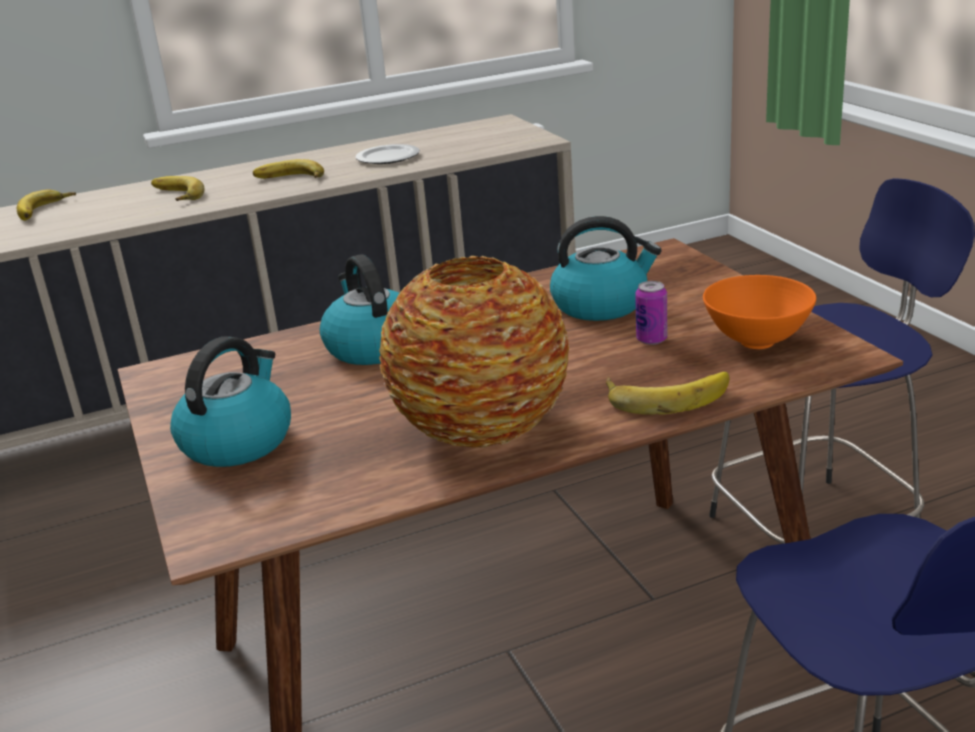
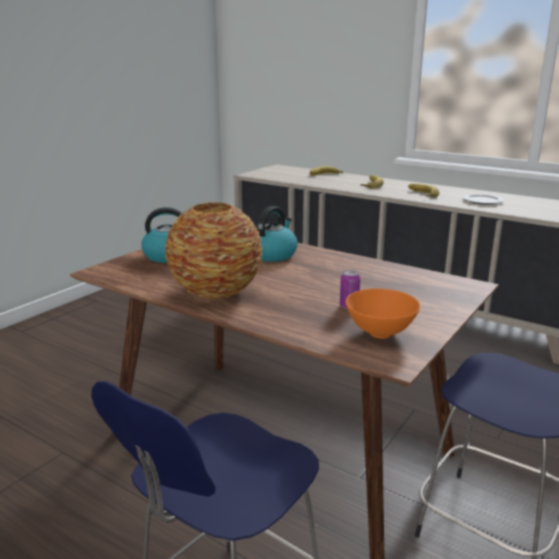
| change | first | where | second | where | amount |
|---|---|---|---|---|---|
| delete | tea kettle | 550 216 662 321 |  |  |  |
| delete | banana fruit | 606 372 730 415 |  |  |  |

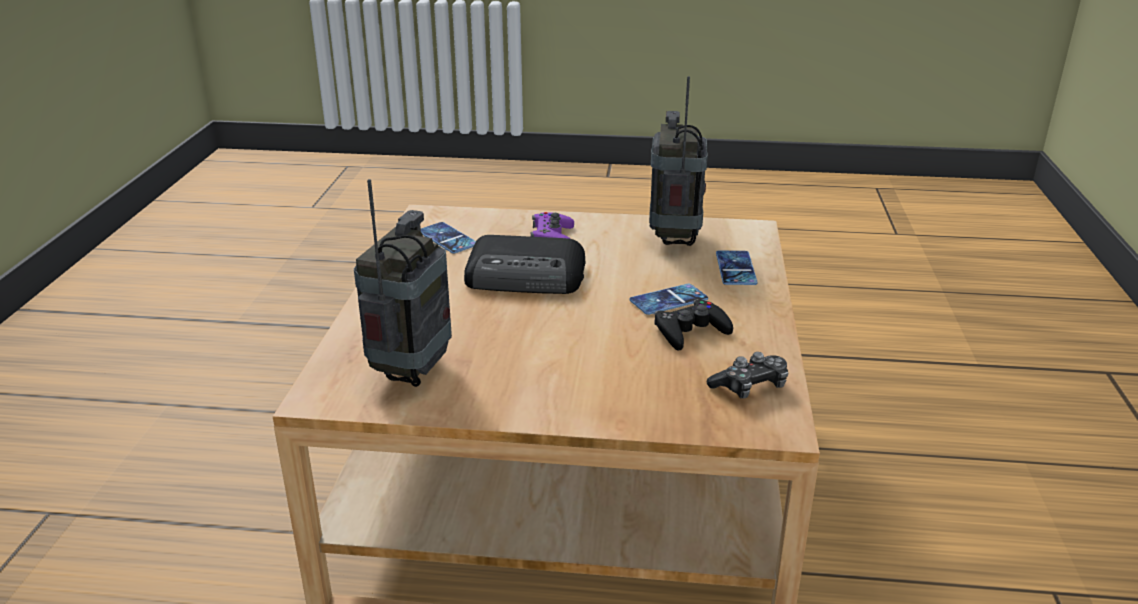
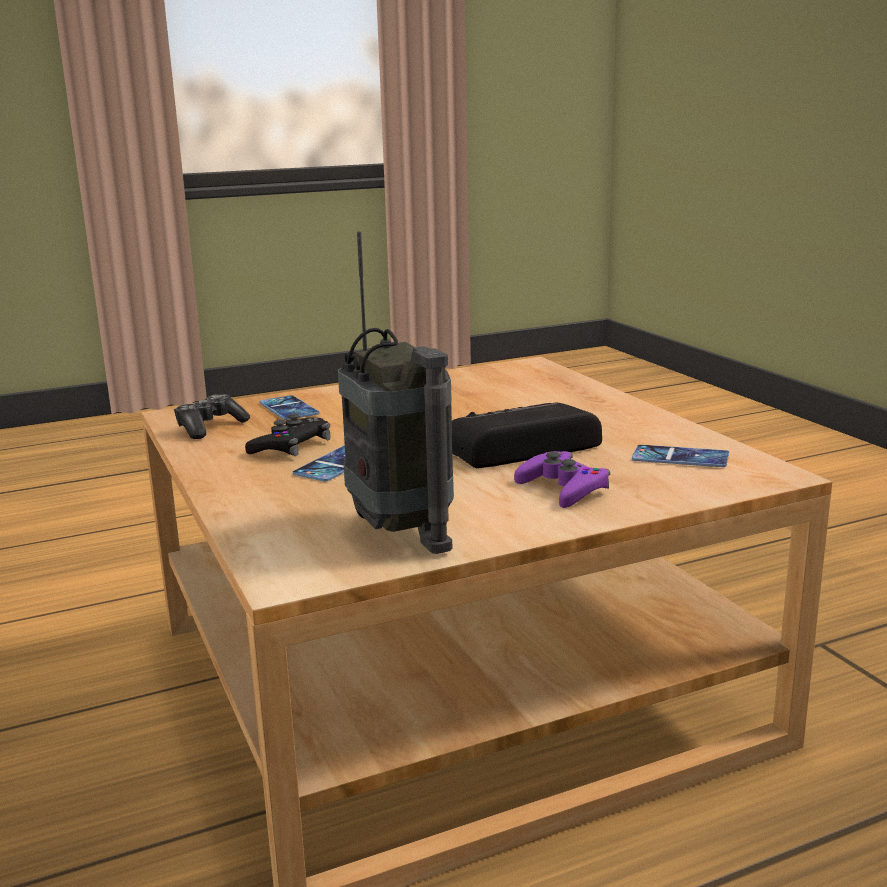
| change | first | where | second | where | amount |
|---|---|---|---|---|---|
| move | phone | 716 251 757 285 |  | 259 395 319 420 |  |
| delete | radio | 354 179 452 387 |  |  |  |

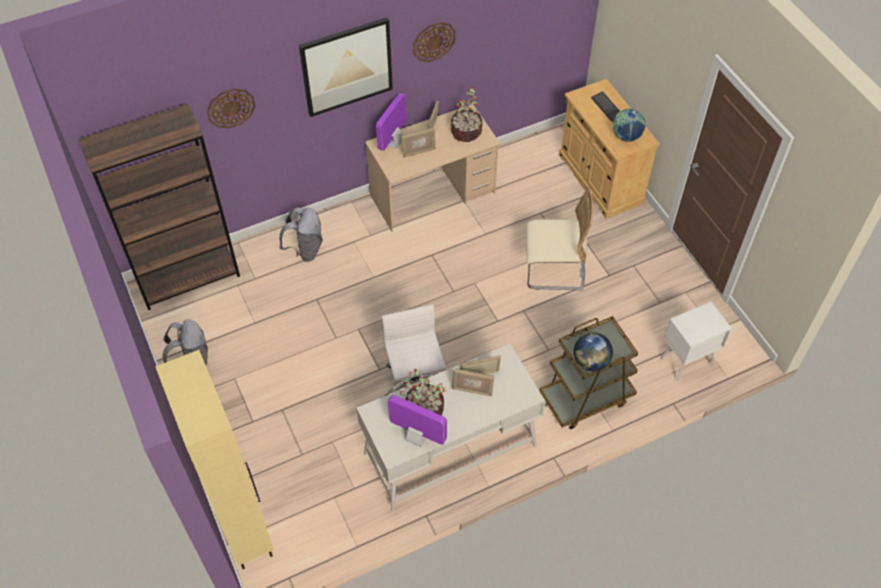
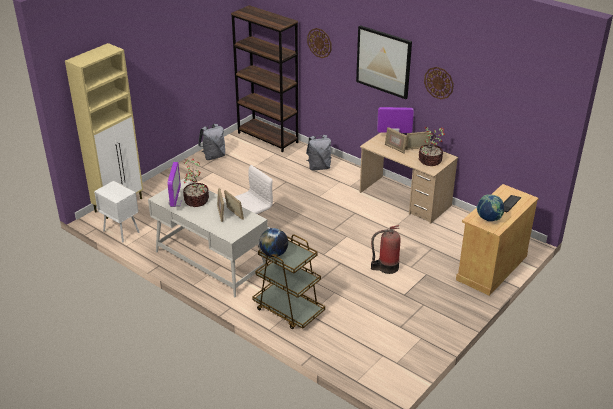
| change | first | where | second | where | amount |
|---|---|---|---|---|---|
| move | night table (white-coloured) | 661 301 732 382 |  | 94 181 139 243 |  |
| replace | plain chair (sand-coloured) | 526 186 594 290 | extinguisher | 371 225 400 274 |  |

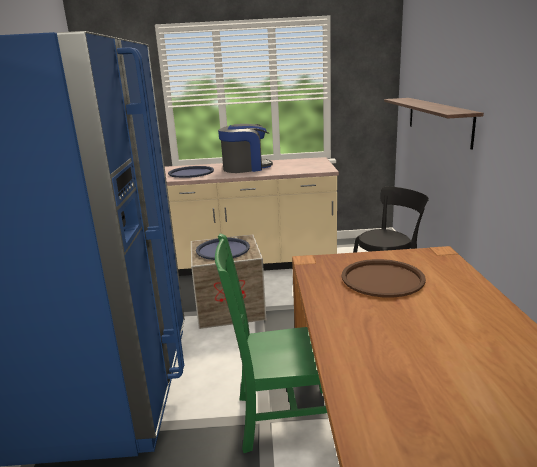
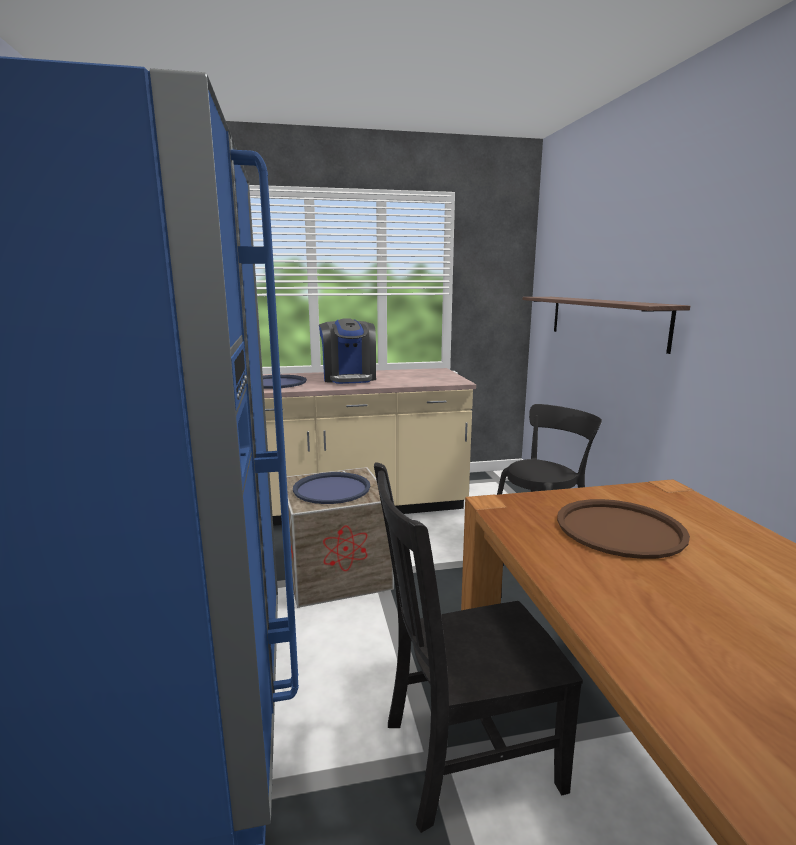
| change | first | where | second | where | amount |
|---|---|---|---|---|---|
| rotate | coffee maker | 218 124 273 173 |  | 319 318 376 384 | 105 degrees clockwise |
| recolor | plain chair (green) | 215 234 327 453 | plain chair (blackish) | 374 462 583 833 |  |

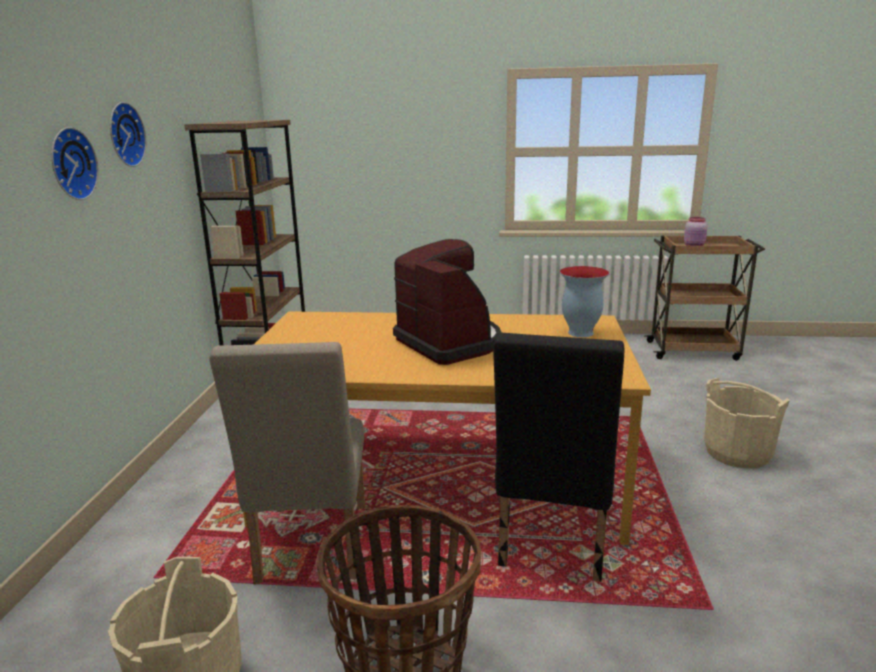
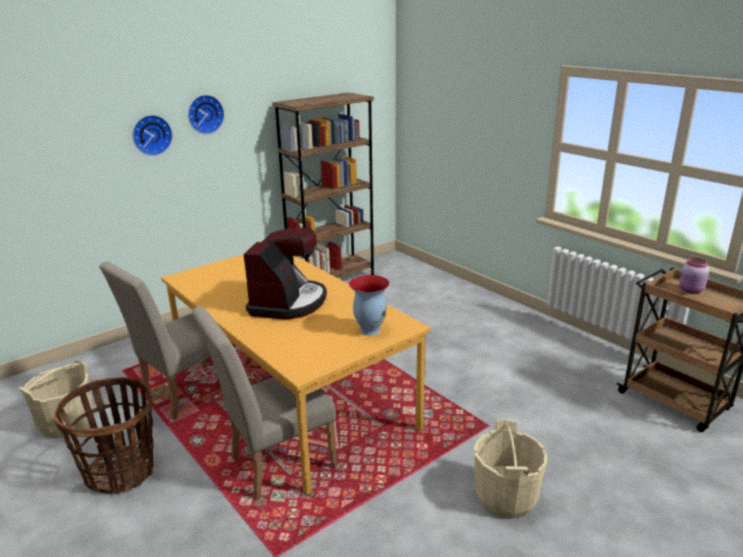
| change | first | where | second | where | amount |
|---|---|---|---|---|---|
| recolor | plain chair (blackish) | 493 333 625 582 | plain chair (sand-coloured) | 192 306 338 501 |  |

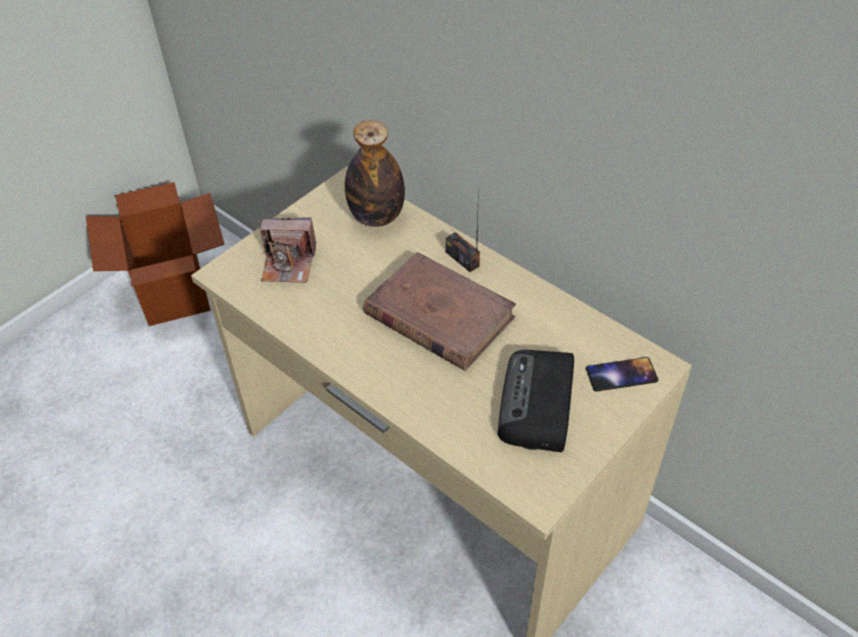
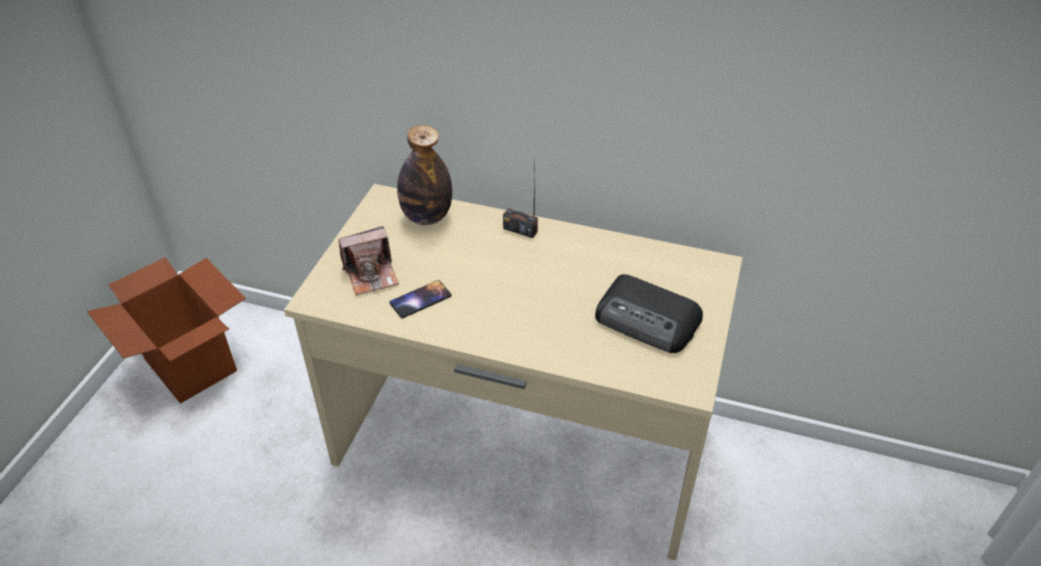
| change | first | where | second | where | amount |
|---|---|---|---|---|---|
| move | phone | 586 357 658 392 |  | 389 280 452 318 |  |
| rotate | radio | 498 350 574 452 |  | 595 274 703 353 | 45 degrees counterclockwise |
| delete | book (brownish) | 363 252 516 371 |  |  |  |

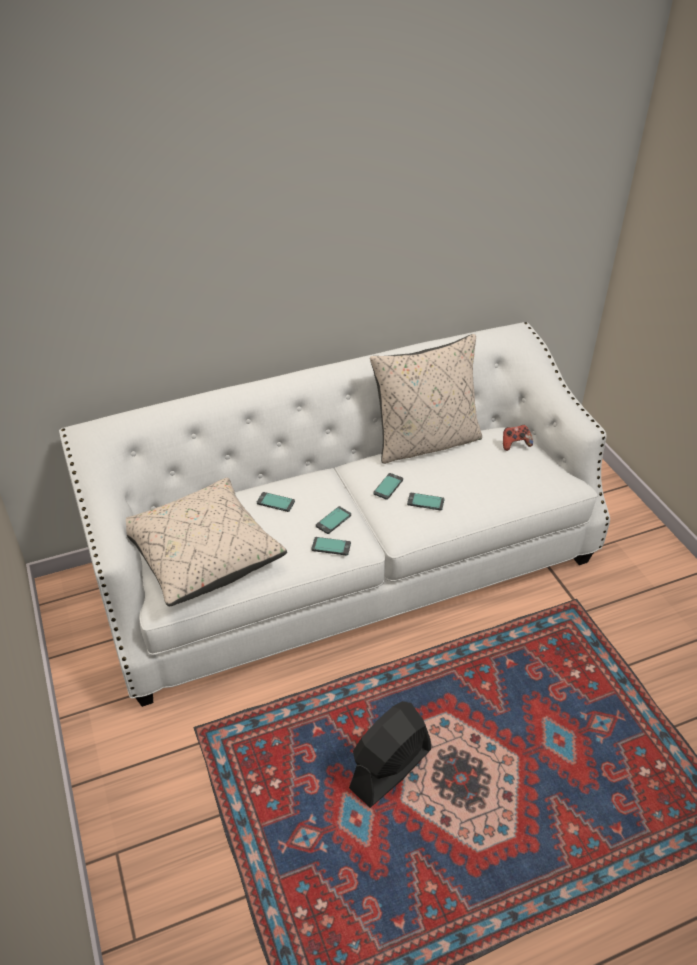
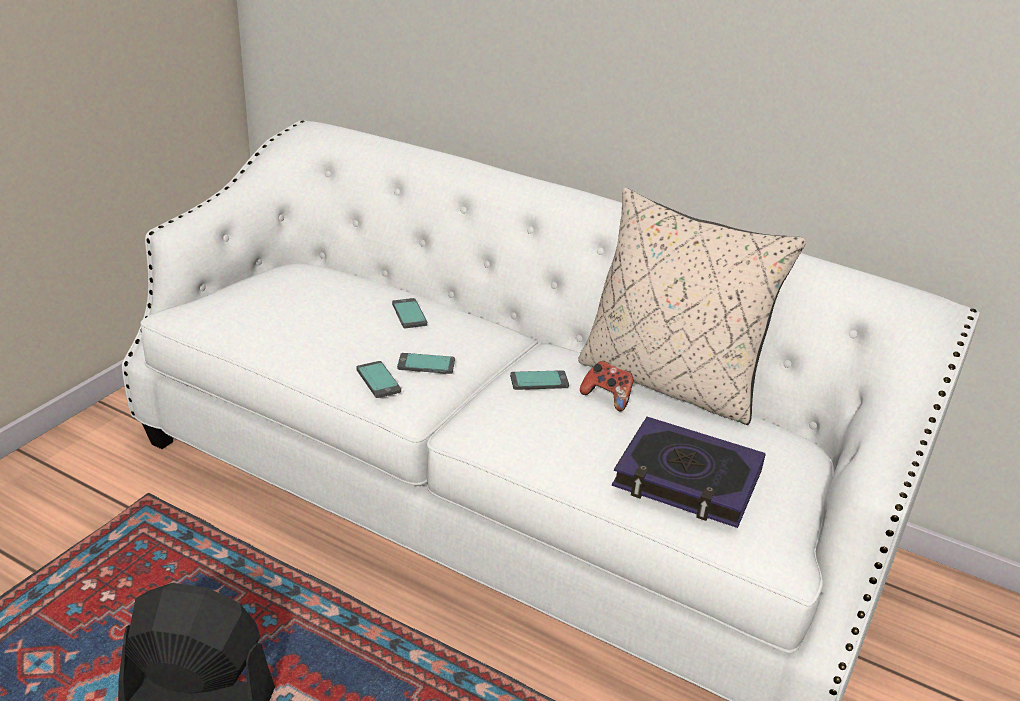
| change | first | where | second | where | amount |
|---|---|---|---|---|---|
| move | gamepad | 503 425 533 451 |  | 580 361 634 411 |  |
| insert |  |  | book | 612 417 766 528 |  |
| delete | cushion (sand-coloured) | 126 478 287 606 |  |  |  |
| delete | phone | 407 493 444 511 |  |  |  |

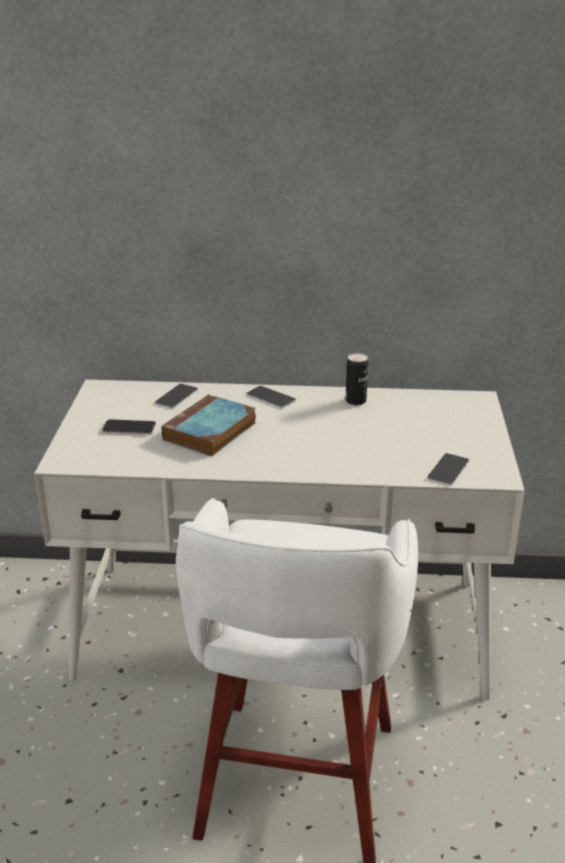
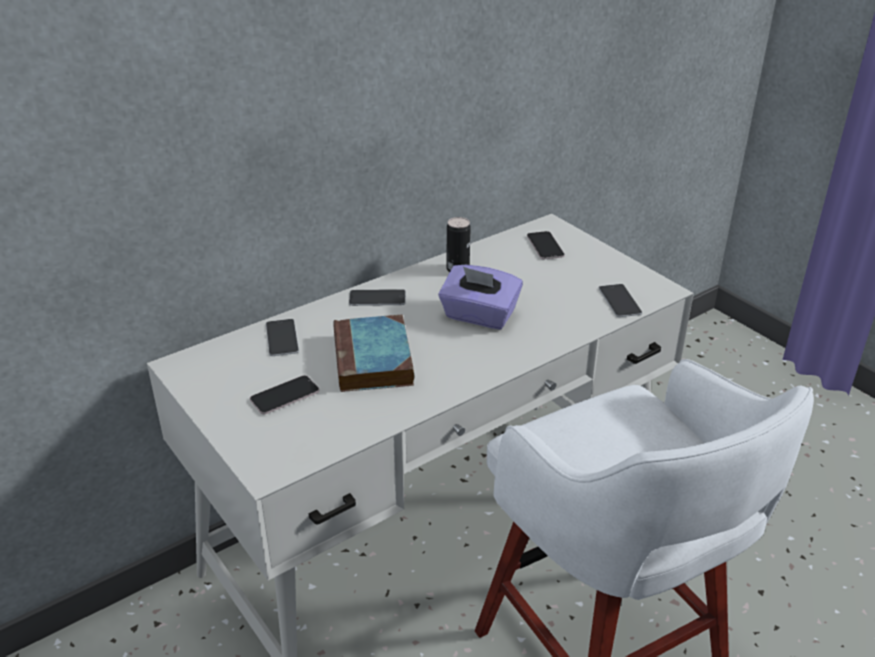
| change | first | where | second | where | amount |
|---|---|---|---|---|---|
| insert |  |  | tissue holder (purplish) | 438 265 523 330 |  |
| insert |  |  | phone | 527 231 565 259 |  |

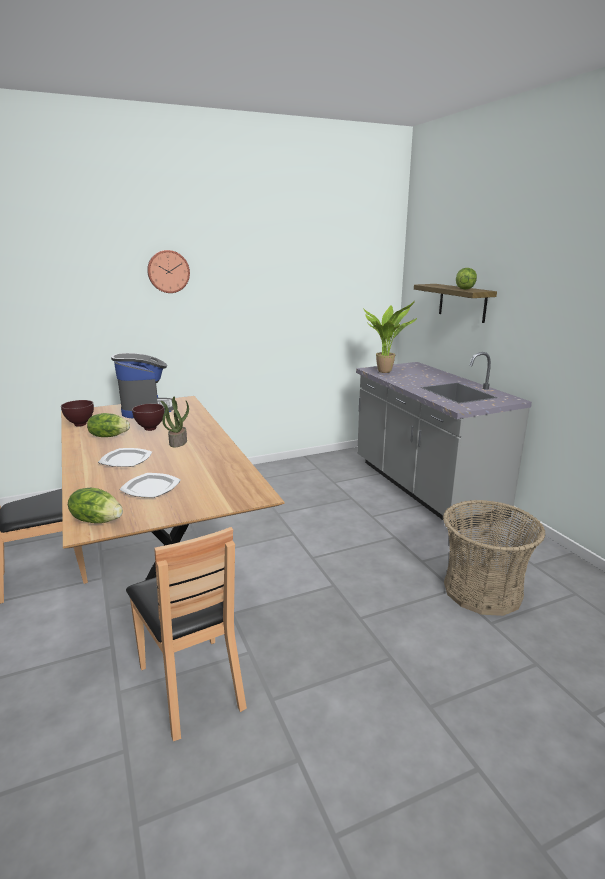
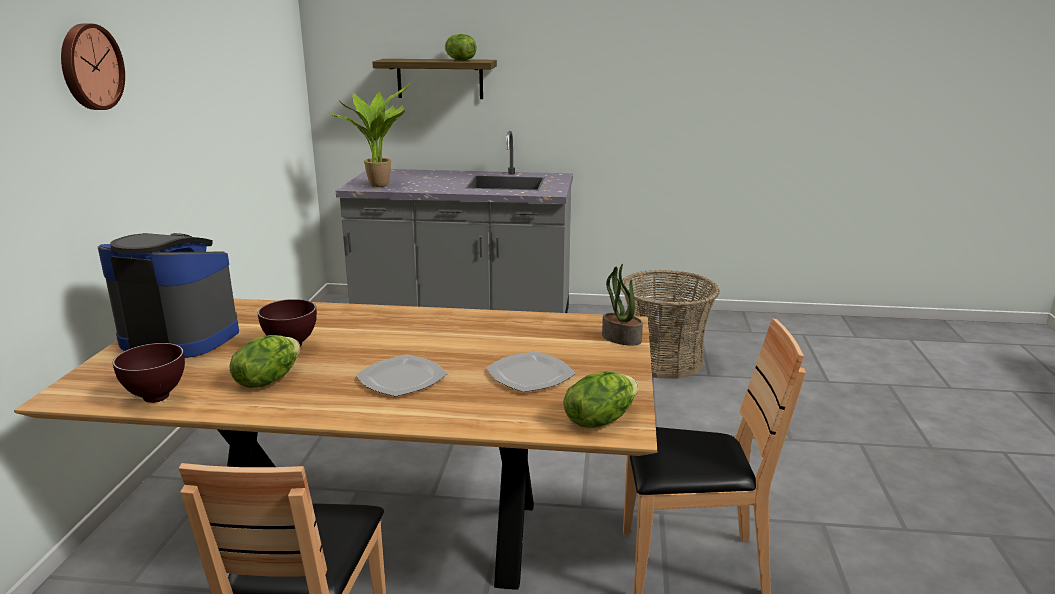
| change | first | where | second | where | amount |
|---|---|---|---|---|---|
| move | houseplant | 161 397 189 447 |  | 602 263 643 346 |  |

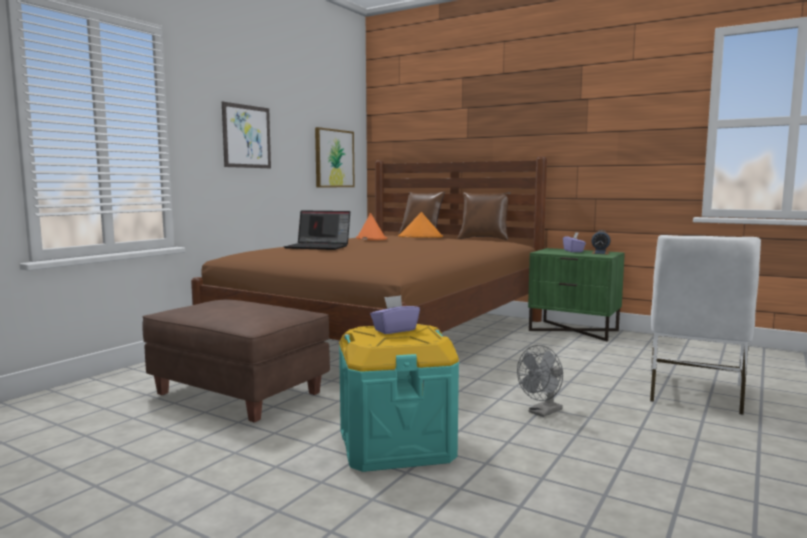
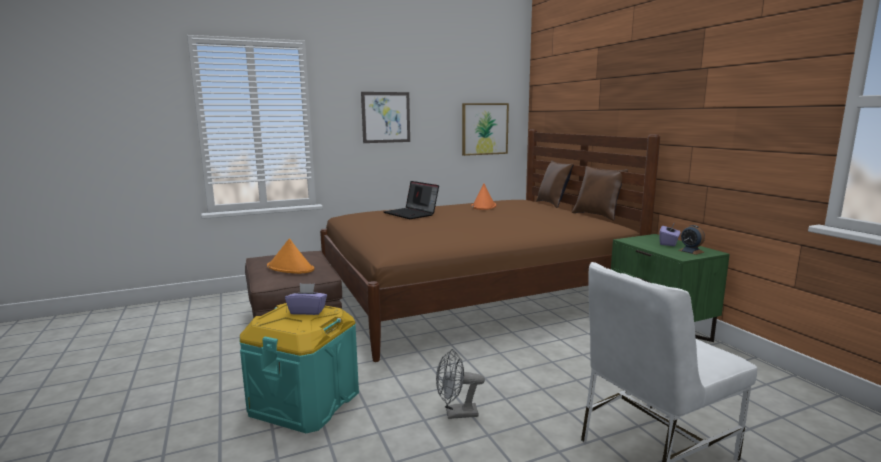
| change | first | where | second | where | amount |
|---|---|---|---|---|---|
| move | clothing hat (orange-coloured) | 398 212 443 238 |  | 267 239 314 274 |  |

